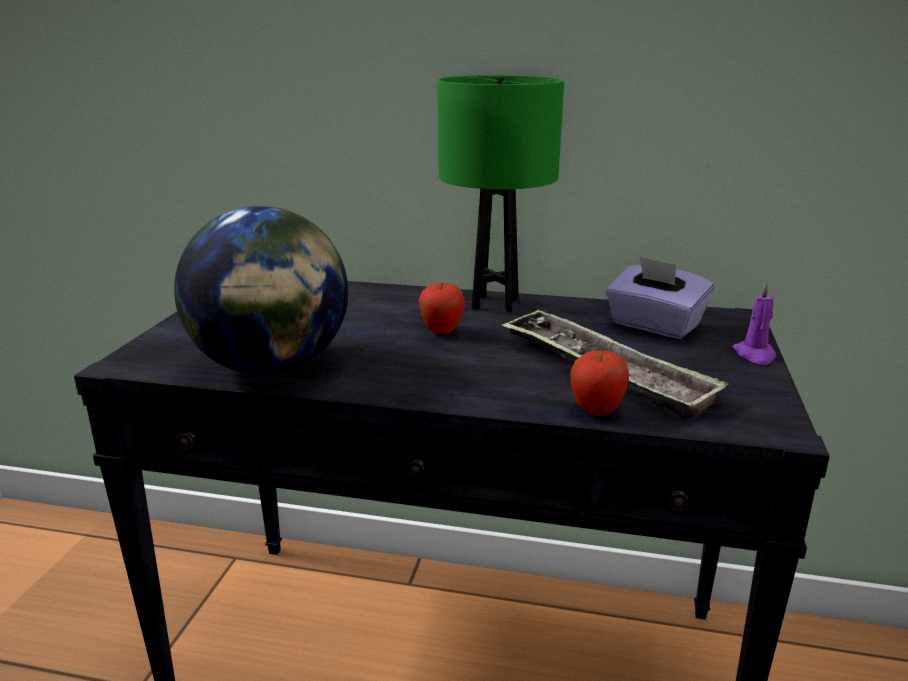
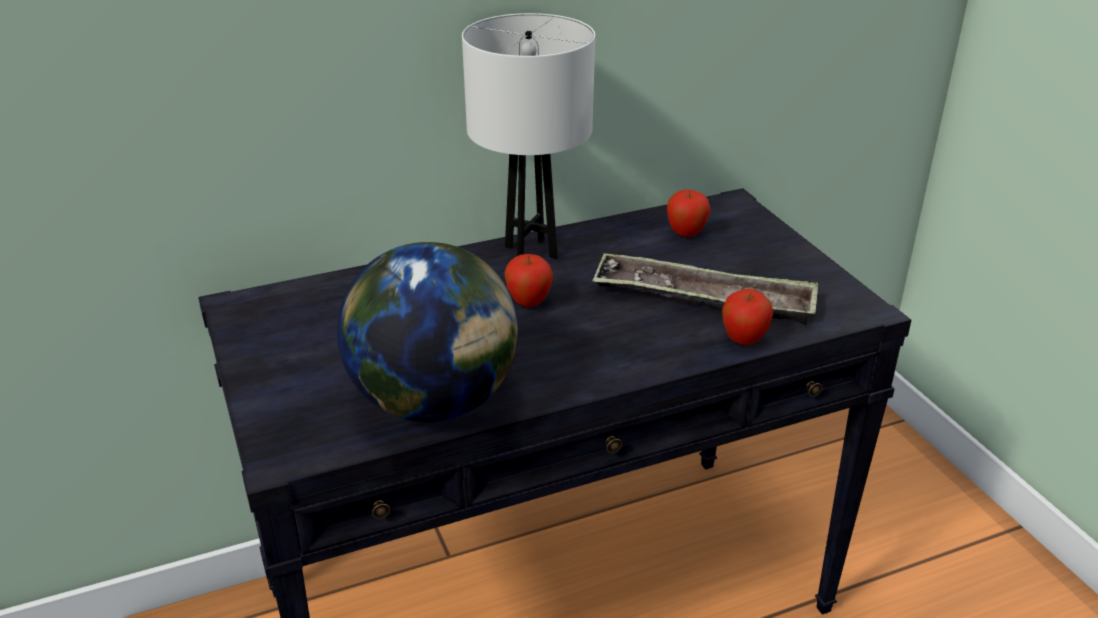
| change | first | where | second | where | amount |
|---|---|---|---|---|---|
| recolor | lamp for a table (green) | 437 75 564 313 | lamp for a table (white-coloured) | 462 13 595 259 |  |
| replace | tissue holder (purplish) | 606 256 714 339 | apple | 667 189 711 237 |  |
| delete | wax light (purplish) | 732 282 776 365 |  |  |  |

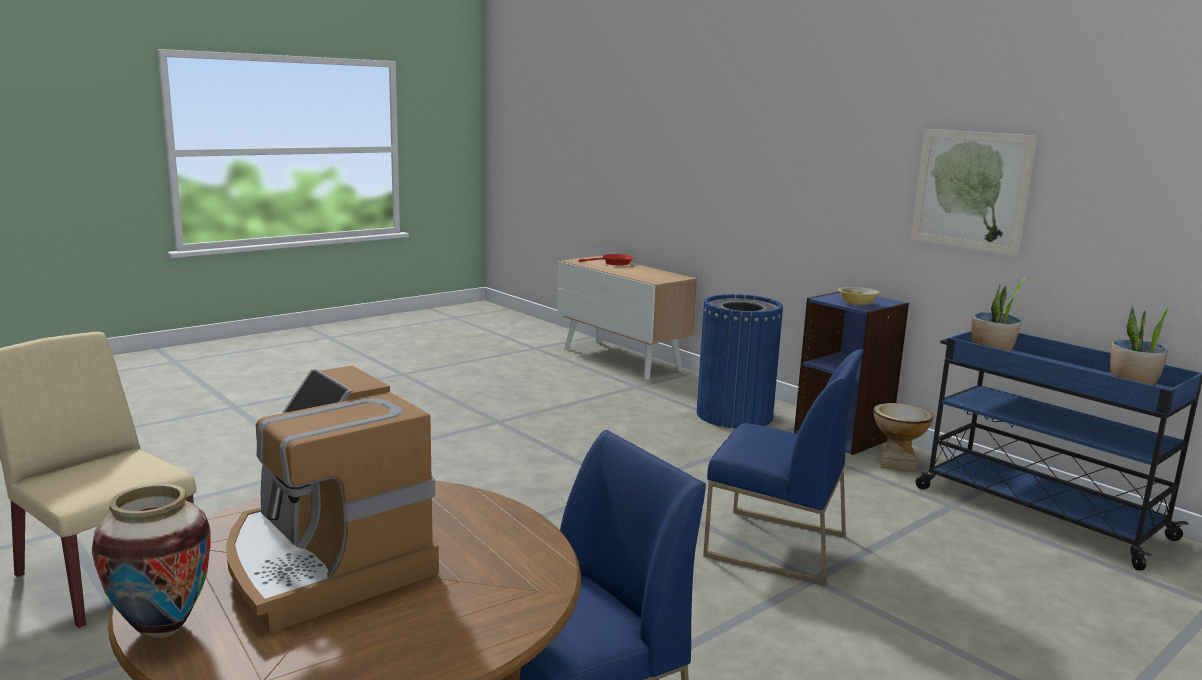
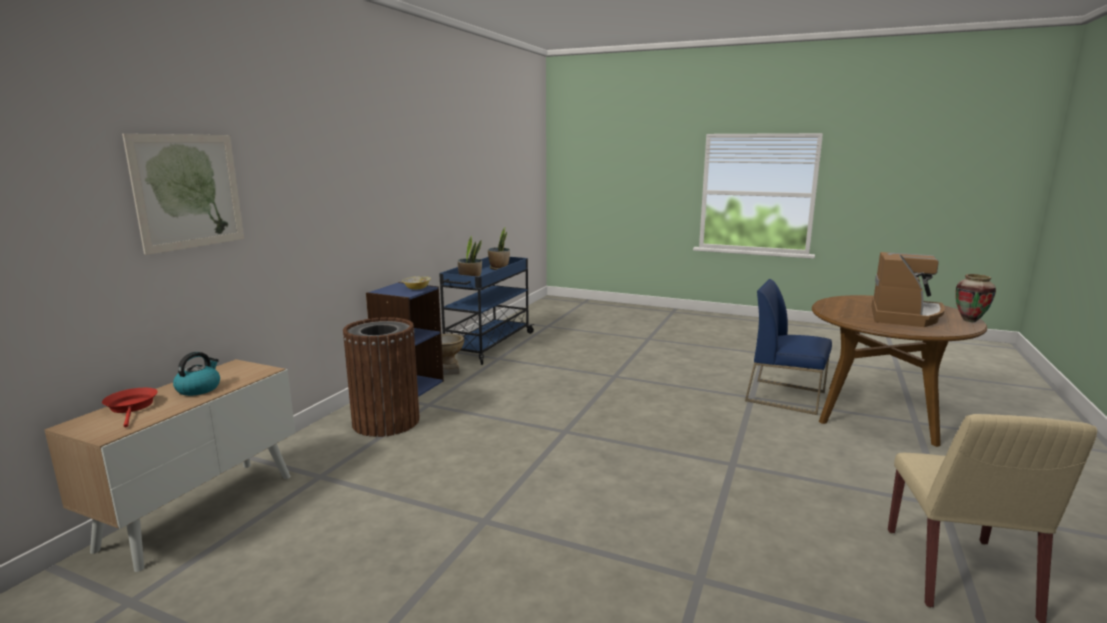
| change | first | where | second | where | amount |
|---|---|---|---|---|---|
| move | wall picture | 911 129 1037 256 |  | 122 134 244 255 |  |
| insert |  |  | tea kettle | 173 352 220 396 |  |
| recolor | waste bin (blue-coloured) | 697 294 783 429 | waste bin (brownish) | 343 317 420 437 |  |
| delete | plain chair (blue-coloured) | 703 349 864 586 |  |  |  |

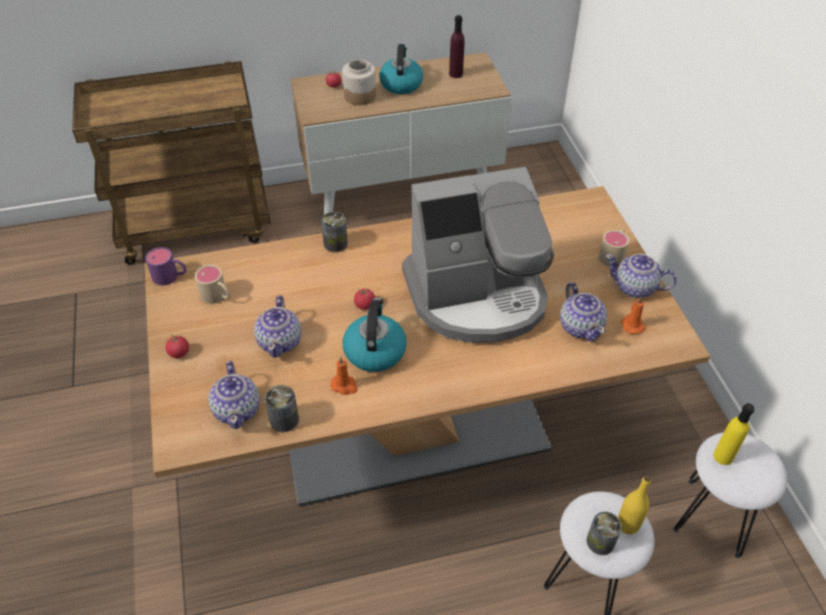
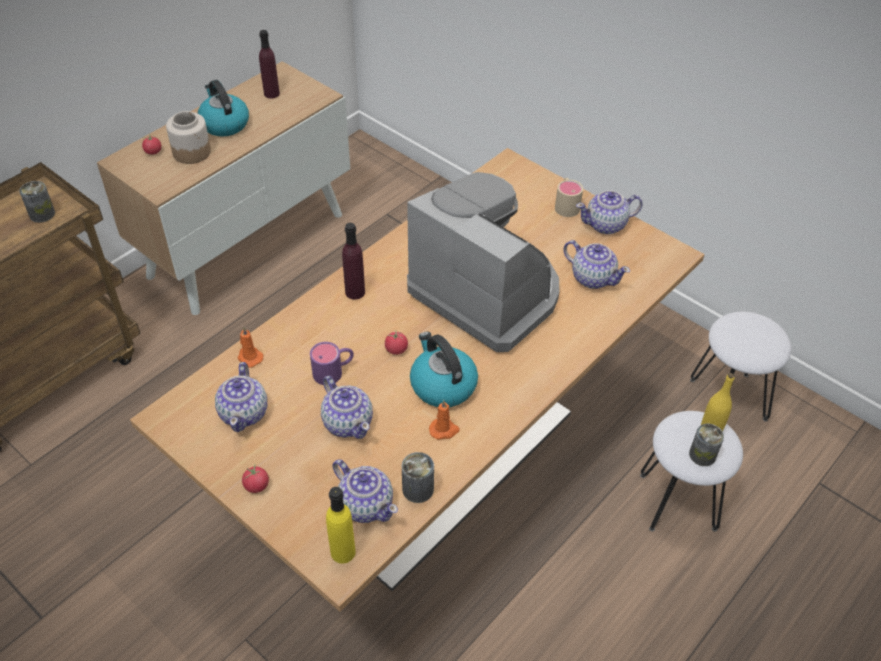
| change | first | where | second | where | amount |
|---|---|---|---|---|---|
| move | sealed can | 321 212 348 252 |  | 19 181 55 223 |  |
| replace | tea mug (sand-coloured) | 195 265 231 304 | tea pot | 215 362 267 432 |  |
| move | wax light (orange-coloured) | 622 296 645 334 |  | 237 327 263 368 |  |
| move | tea mug (purplish) | 145 247 187 286 |  | 310 342 354 385 |  |
| move | drink bottle (yellow) | 713 403 754 465 |  | 326 487 356 564 |  |
| insert |  |  | drink bottle (purplish) | 342 223 365 300 |  |
| rotate | coffee maker | 402 167 554 343 |  | 407 172 559 352 | 90 degrees counterclockwise |

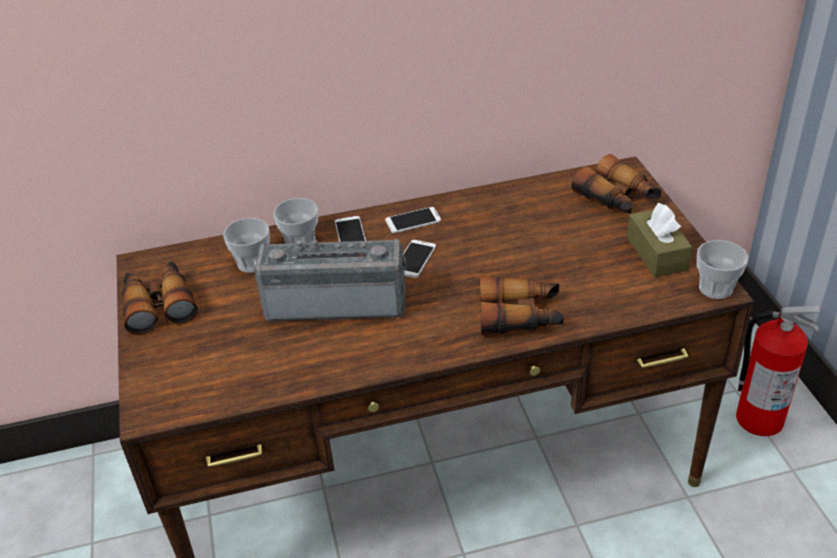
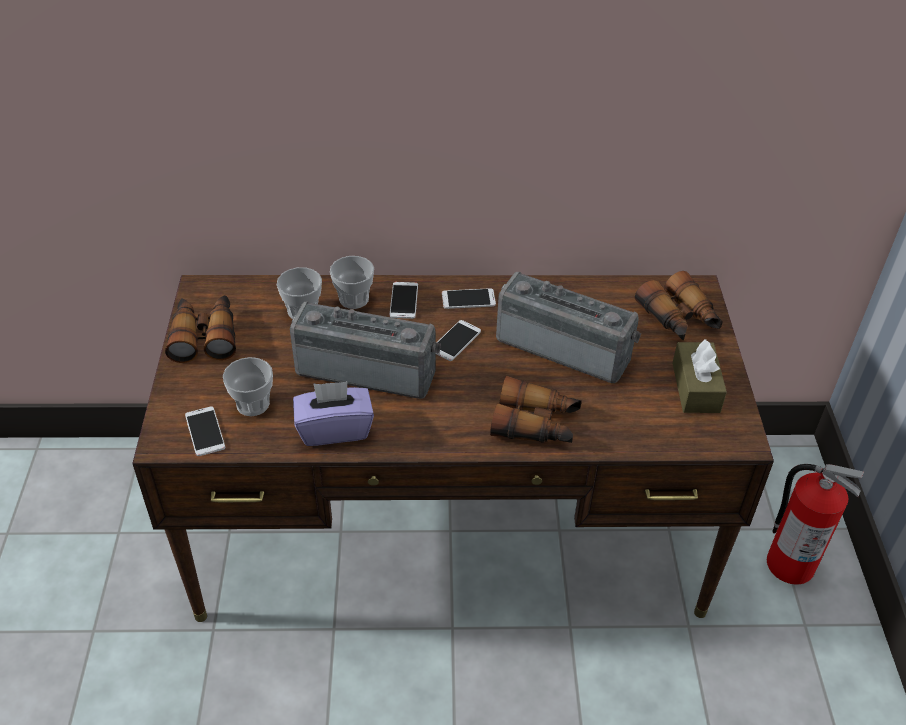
| change | first | where | second | where | amount |
|---|---|---|---|---|---|
| insert |  |  | phone | 185 406 225 456 |  |
| move | cup | 697 240 748 299 |  | 223 357 273 416 |  |
| insert |  |  | tissue holder (purplish) | 293 381 374 446 |  |
| insert |  |  | radio | 496 272 641 383 |  |

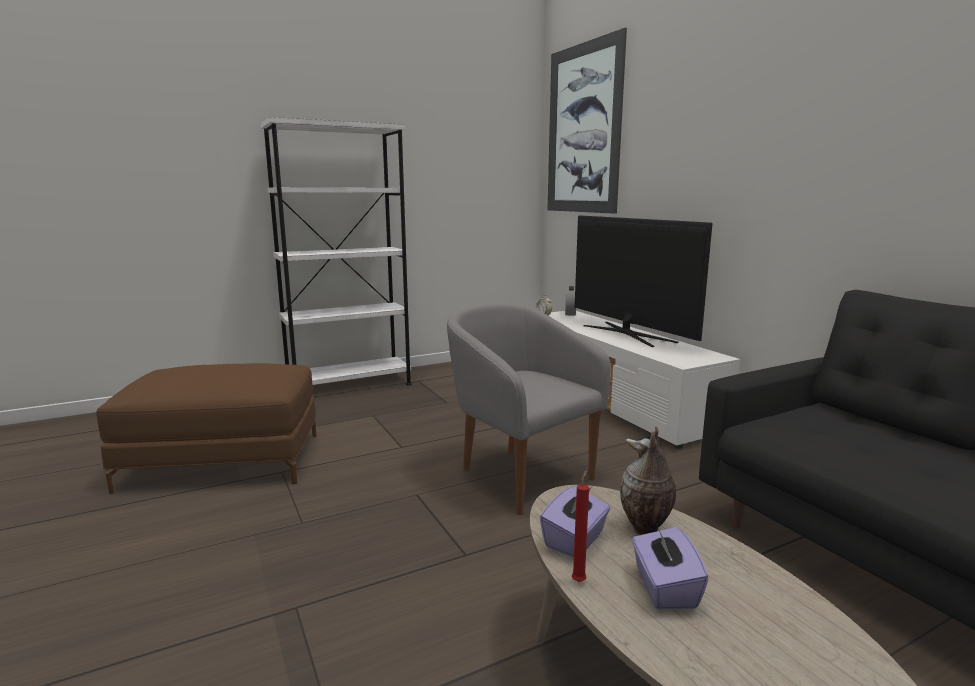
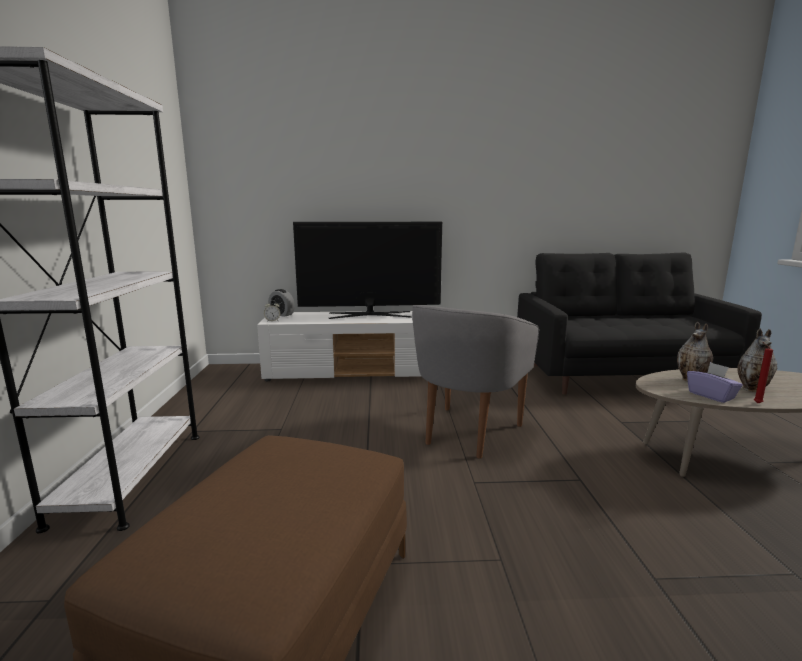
| change | first | where | second | where | amount |
|---|---|---|---|---|---|
| rotate | armchair (grey) | 447 303 611 515 |  | 412 305 539 458 | 45 degrees counterclockwise |
| replace | tissue holder (purplish) | 632 524 709 610 | flower vase | 737 328 777 392 |  |
| delete | wall picture | 548 28 627 214 |  |  |  |

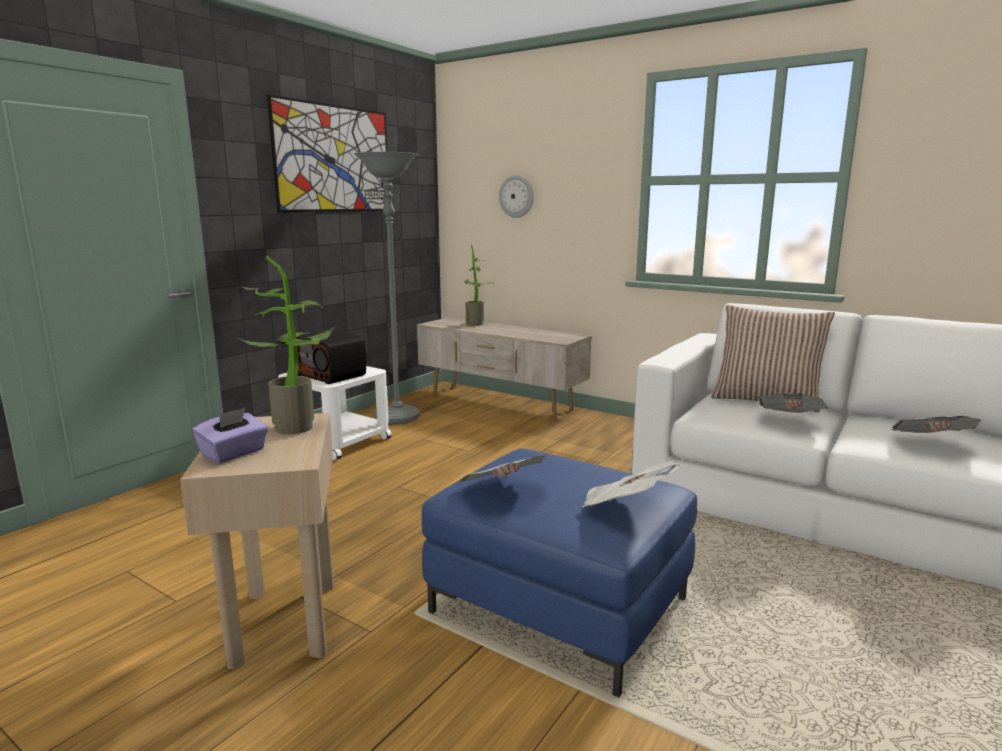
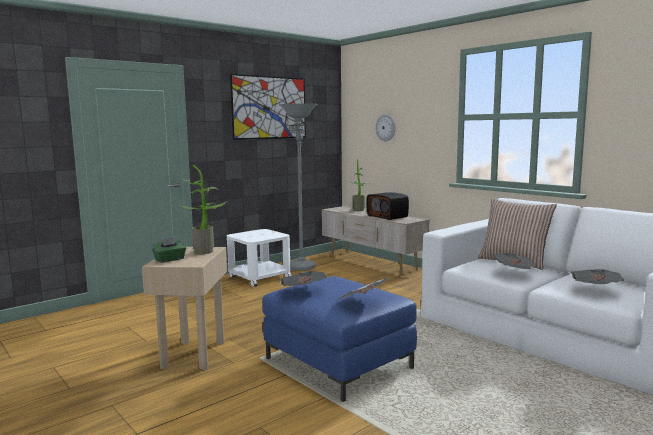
| change | first | where | second | where | amount |
|---|---|---|---|---|---|
| recolor | tissue holder (purplish) | 192 408 268 464 | tissue holder (green) | 151 237 186 263 |  |
| move | radio | 296 331 366 384 |  | 366 192 409 220 |  |

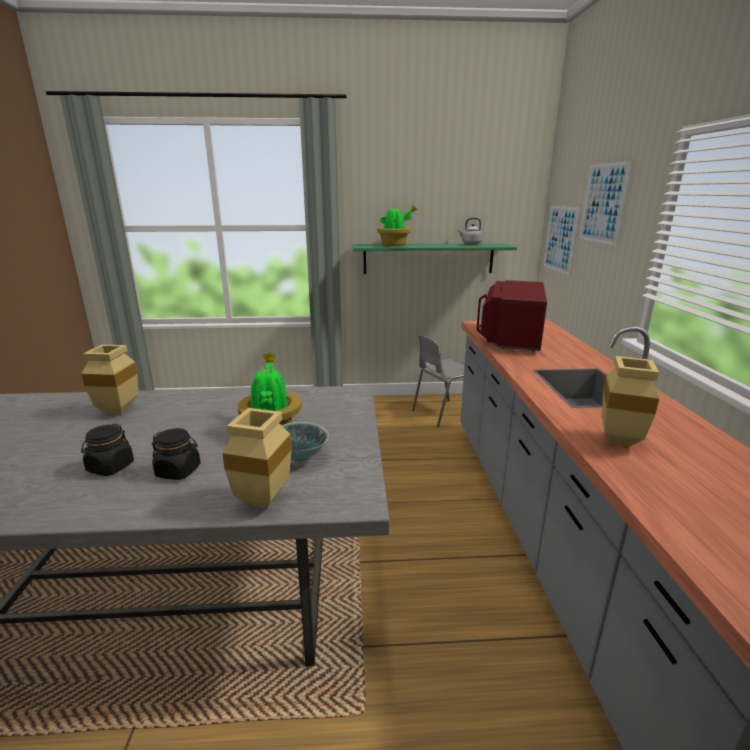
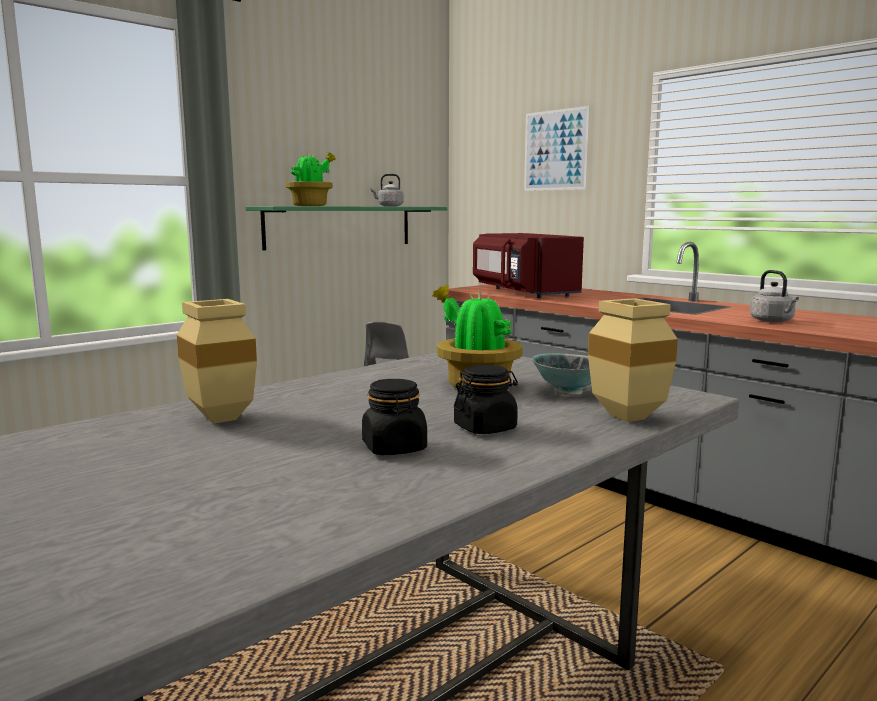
| change | first | where | second | where | amount |
|---|---|---|---|---|---|
| replace | flower vase (sand-coloured) | 602 356 659 446 | tea kettle (grey) | 750 270 799 322 |  |
| delete | wall picture | 543 206 579 275 |  |  |  |

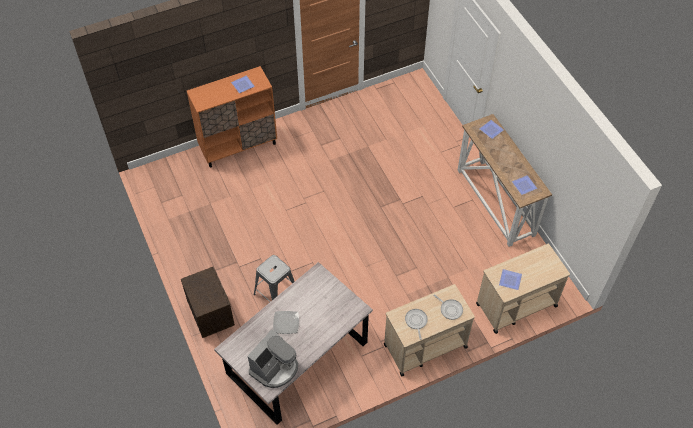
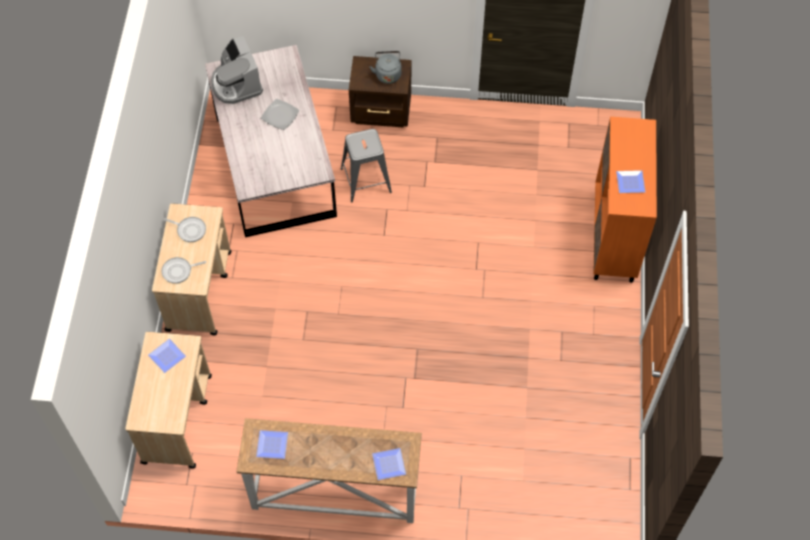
| change | first | where | second | where | amount |
|---|---|---|---|---|---|
| insert |  |  | tea kettle (grey) | 370 51 402 84 |  |

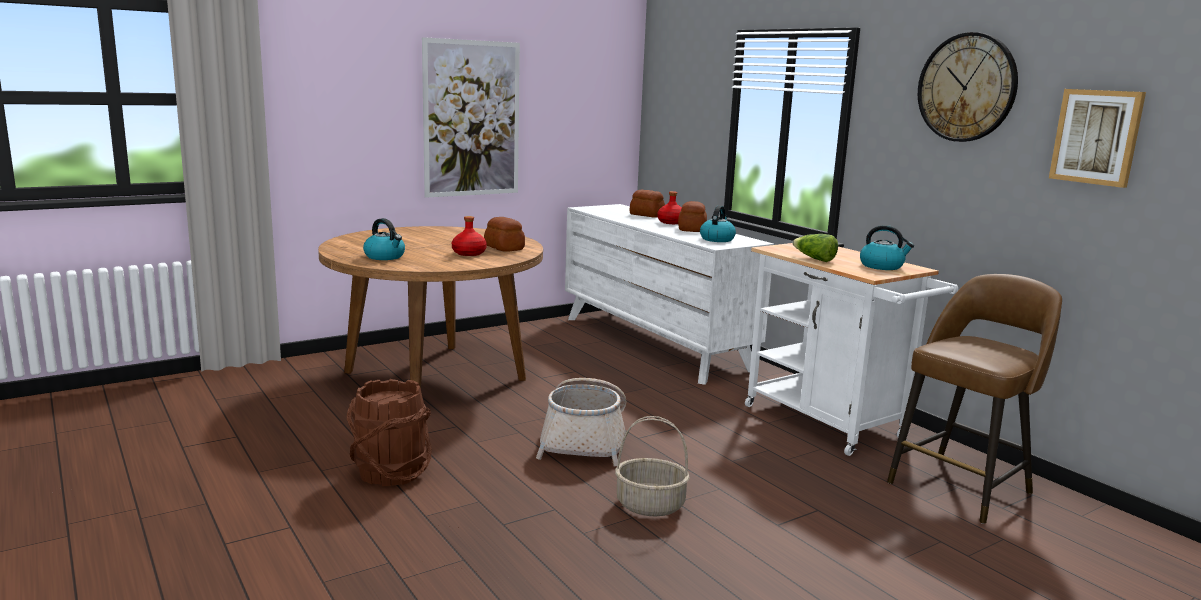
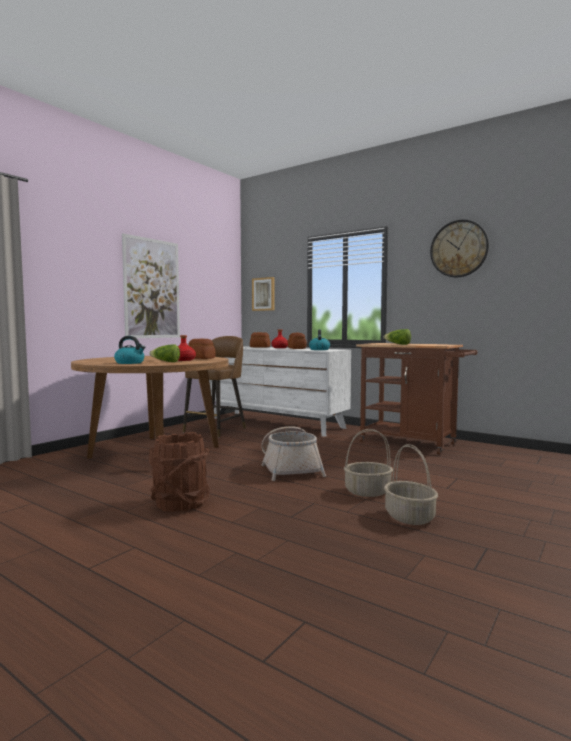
| change | first | where | second | where | amount |
|---|---|---|---|---|---|
| insert |  |  | lettuce head | 149 345 180 362 |  |
| move | sitting stool (brownish) | 887 274 1062 524 |  | 183 336 246 438 |  |
| move | wall picture | 1049 89 1146 188 |  | 252 277 274 311 |  |
| recolor | wheeled cart (white-coloured) | 745 243 958 456 | wheeled cart (brownish) | 356 343 478 454 |  |
| insert |  |  | basket | 384 444 438 525 |  |
| delete | tea kettle | 860 225 914 270 |  |  |  |

